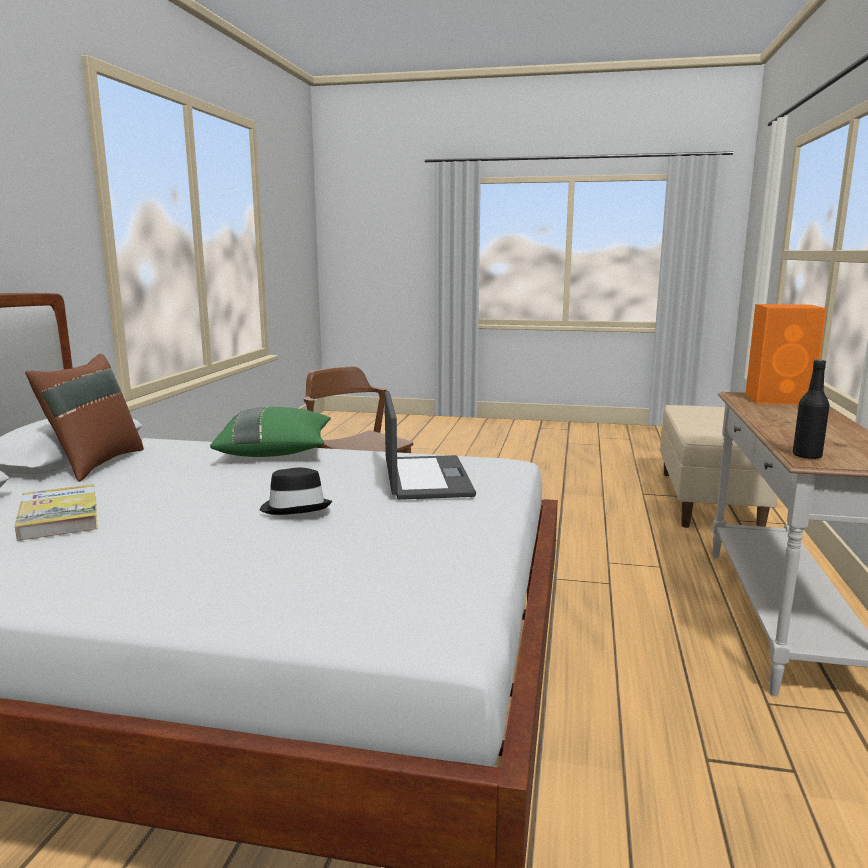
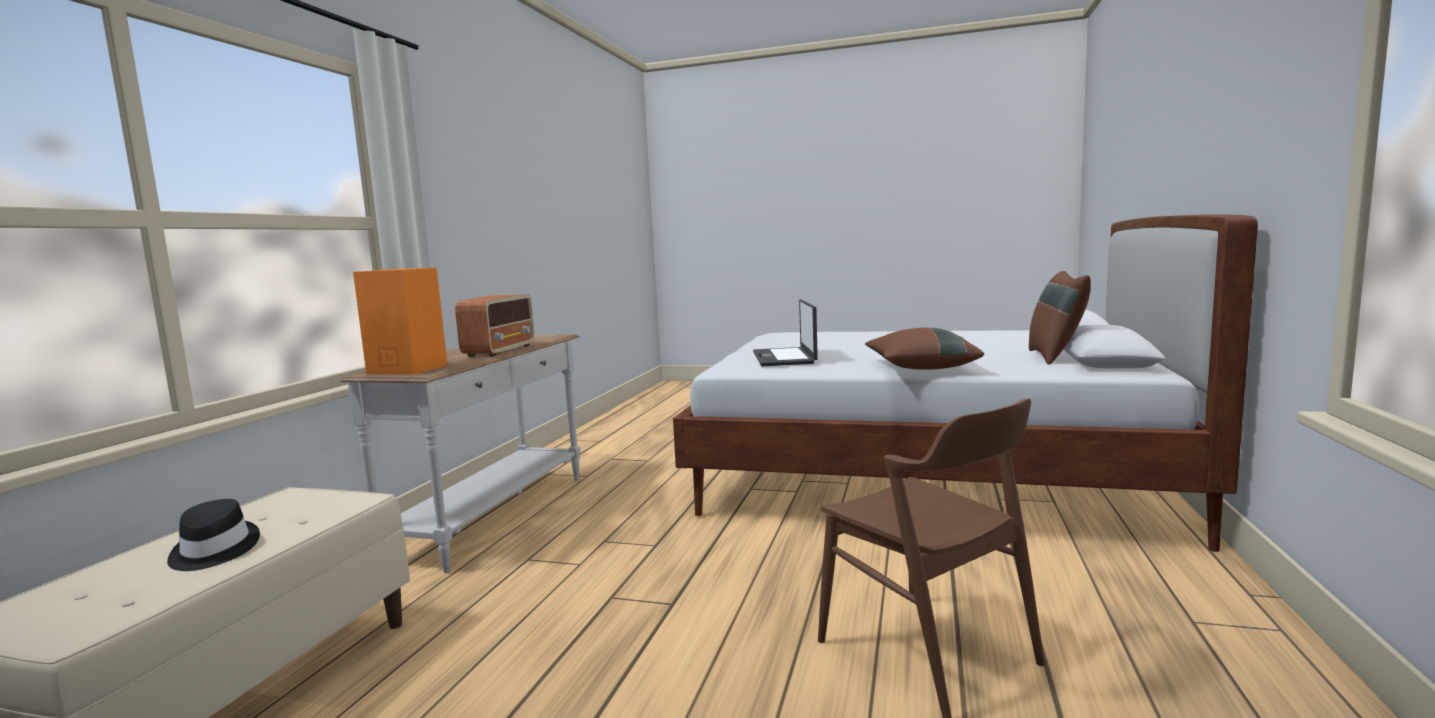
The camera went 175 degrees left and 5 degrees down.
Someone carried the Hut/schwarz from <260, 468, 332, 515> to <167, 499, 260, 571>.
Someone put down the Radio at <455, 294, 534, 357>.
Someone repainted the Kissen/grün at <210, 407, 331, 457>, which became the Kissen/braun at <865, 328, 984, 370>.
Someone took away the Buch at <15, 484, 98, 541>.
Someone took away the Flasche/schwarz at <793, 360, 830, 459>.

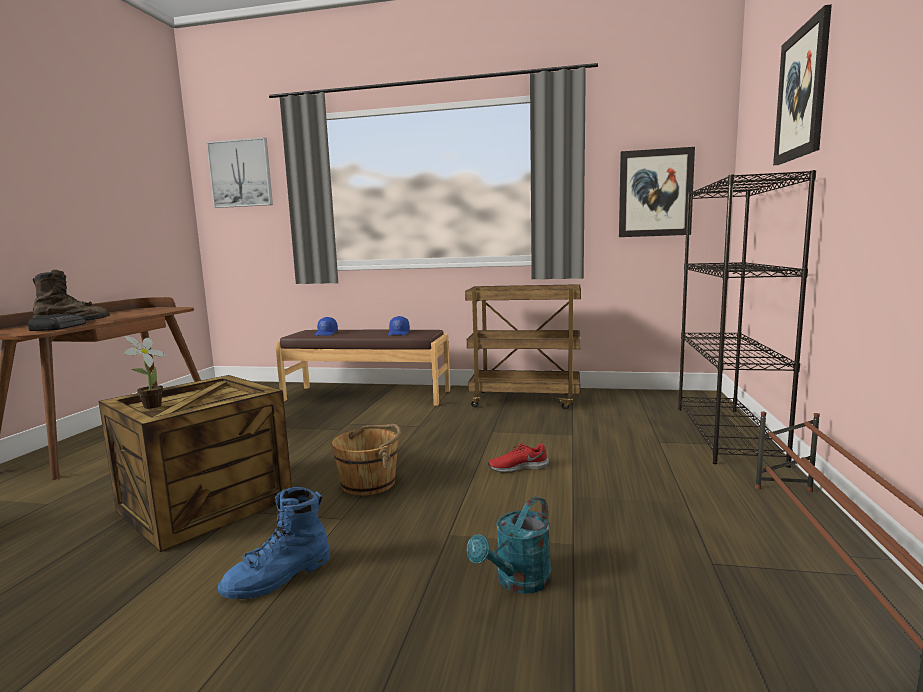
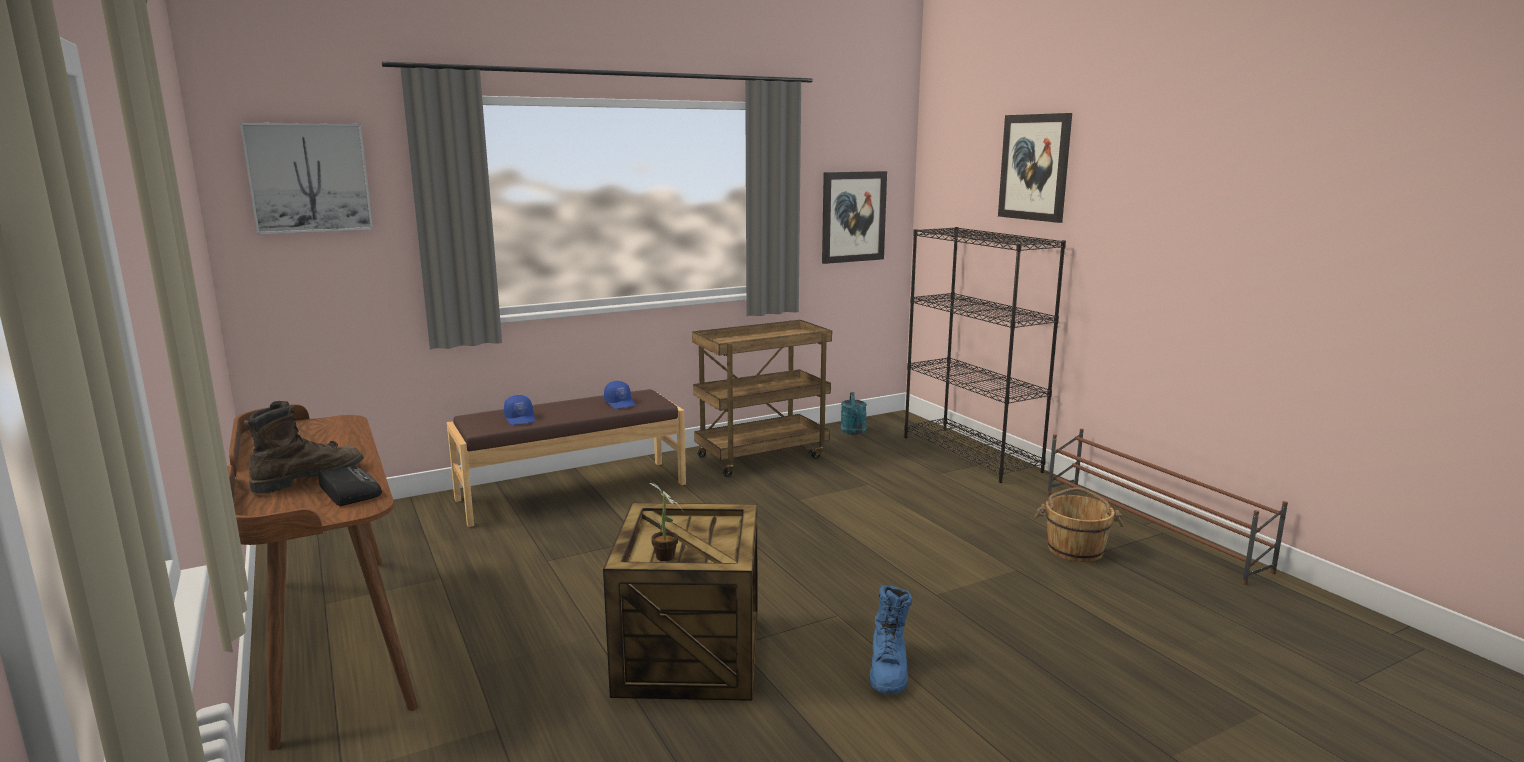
The camera went 40 degrees left and 5 degrees up.
Someone carried the Gießkanne/türkis from <467, 497, 552, 594> to <840, 392, 867, 435>.
Someone carried the Eimer/braun from <332, 424, 401, 496> to <1035, 488, 1124, 562>.
Someone took away the Schuh/rot at <488, 443, 549, 473>.

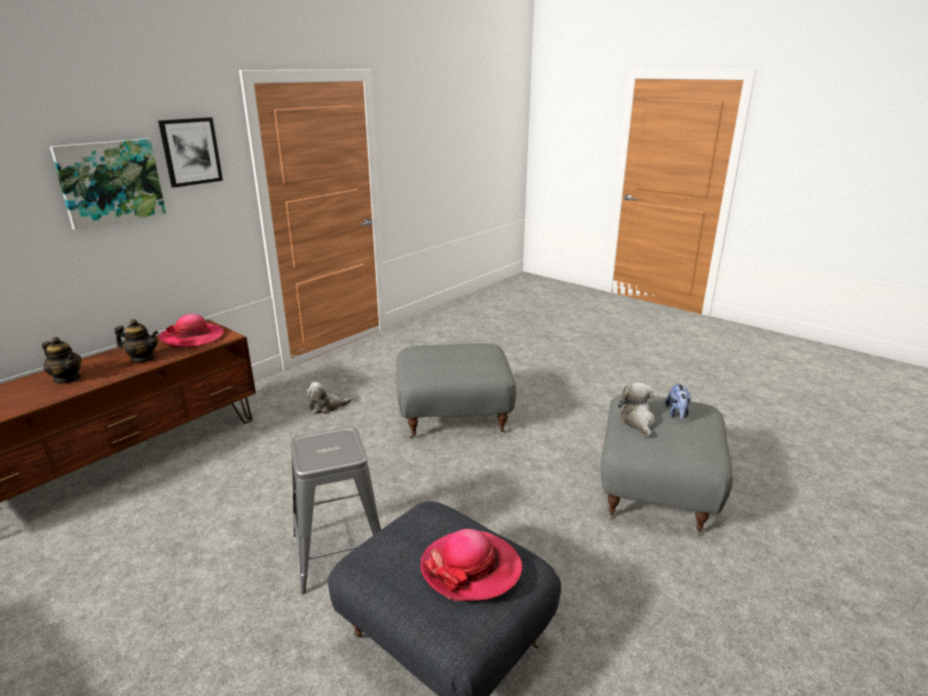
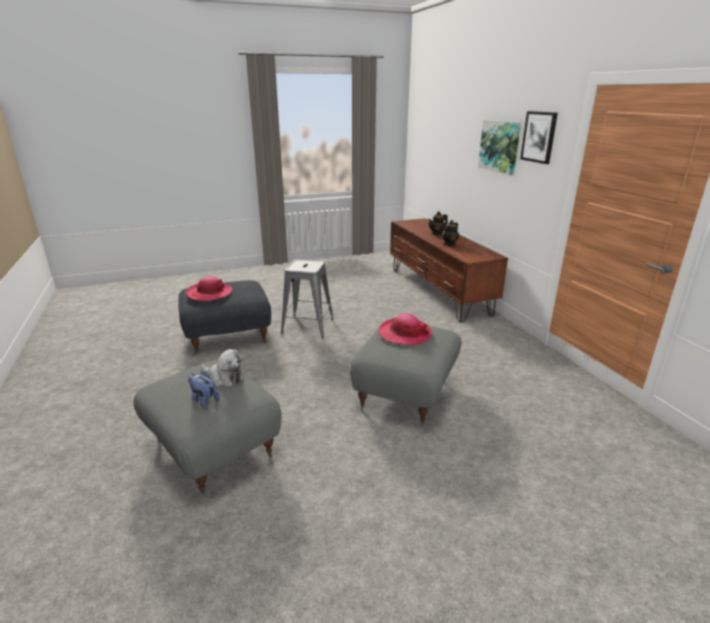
The camera went 120 degrees right and 0 degrees up.
Someone carried the Hut from <159, 314, 224, 348> to <378, 314, 432, 345>.
Someone took away the Plüschtier at <306, 382, 352, 414>.

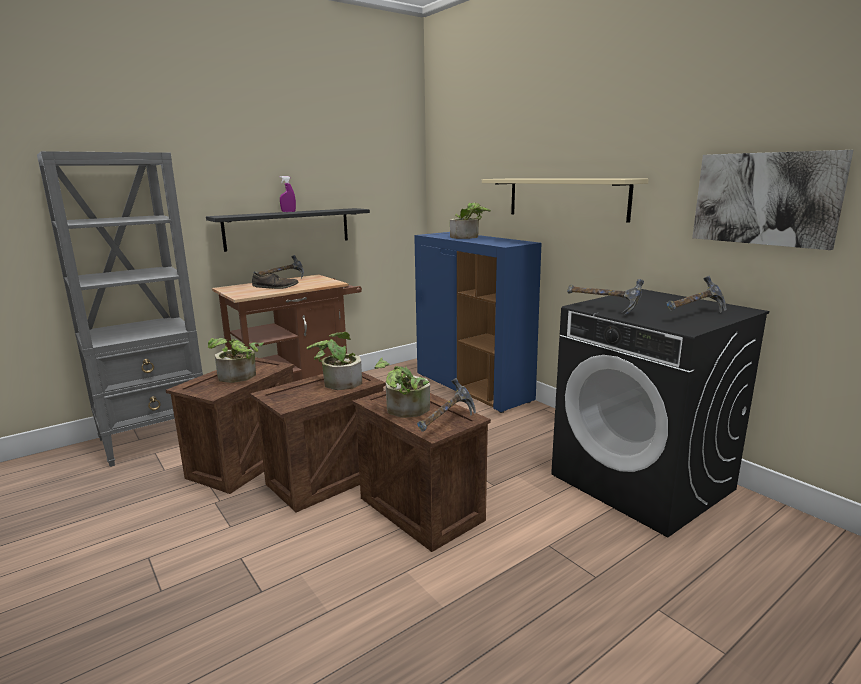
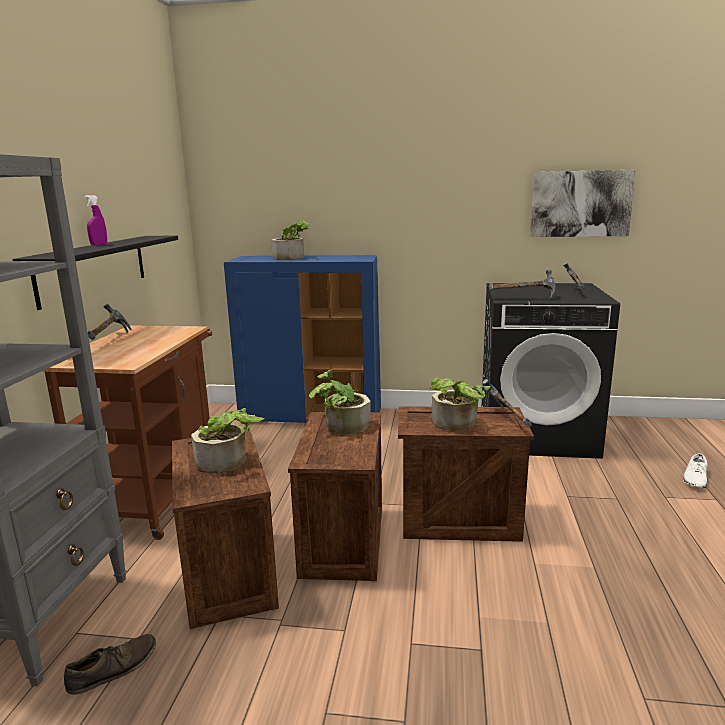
The camera went 45 degrees left and 0 degrees up.
Someone carried the Schuh/braun from <252, 273, 298, 289> to <64, 634, 156, 695>.
Someone put down the Schuh/weiß at <683, 453, 708, 488>.
Someone took away the Wandregal/beige at <482, 179, 648, 223>.

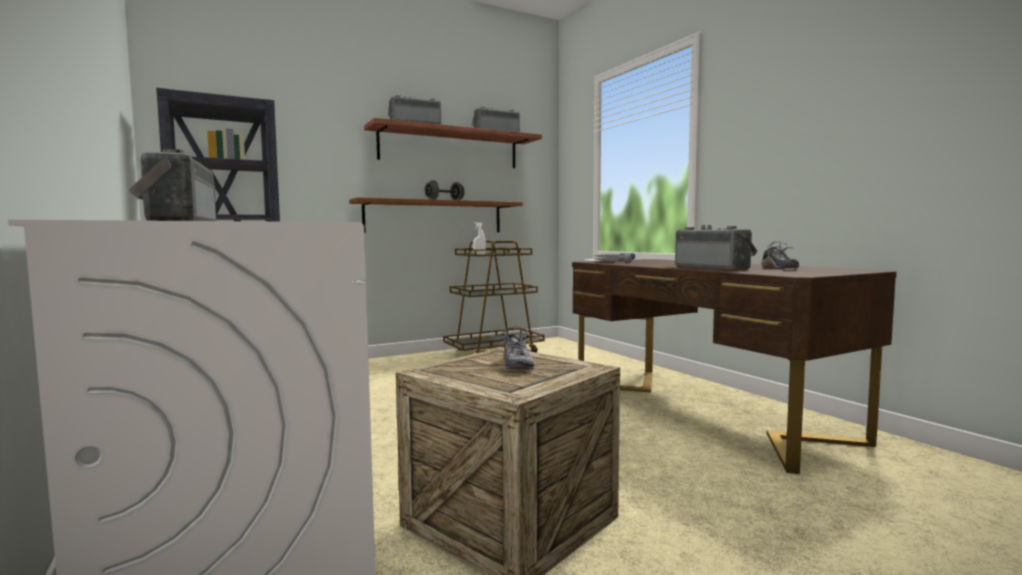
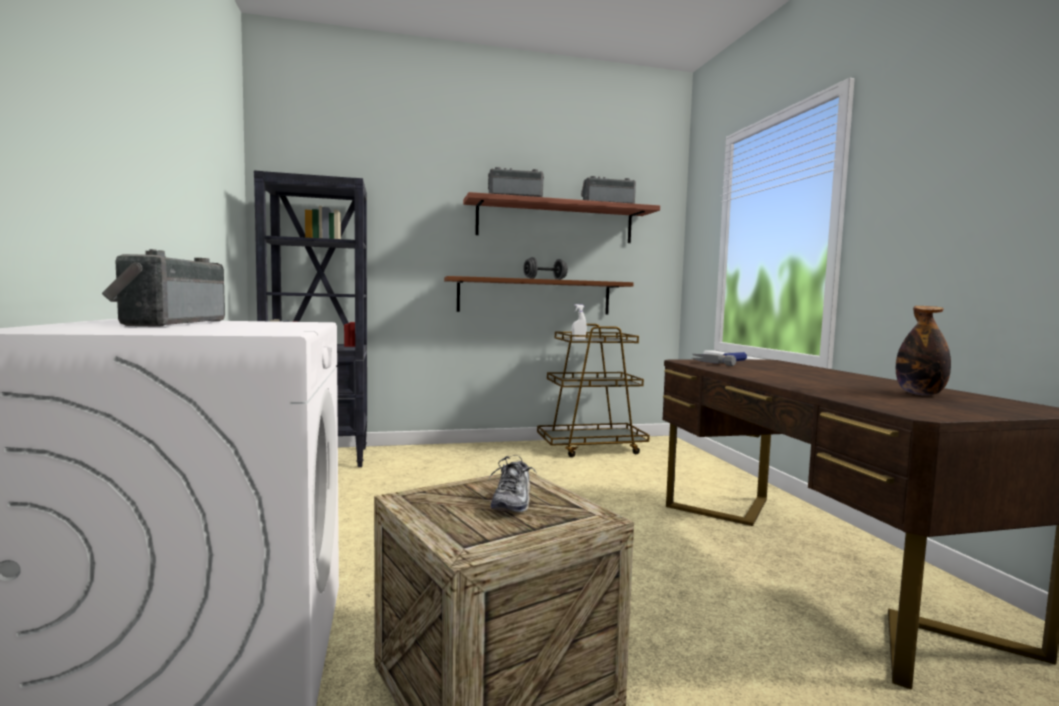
The camera went 15 degrees right and 0 degrees up.
Someone swapped the Schuh at <761, 241, 799, 269> for the Flasche at <896, 306, 951, 395>.
Someone took away the Radio at <675, 225, 758, 270>.

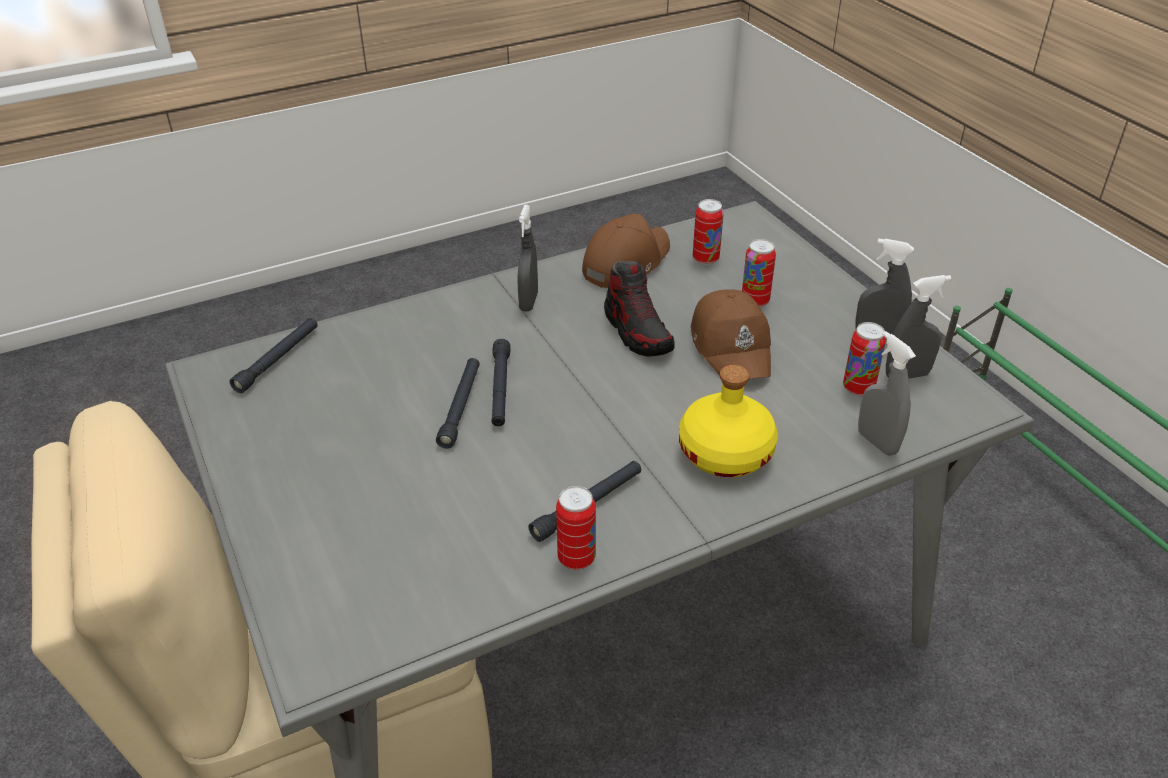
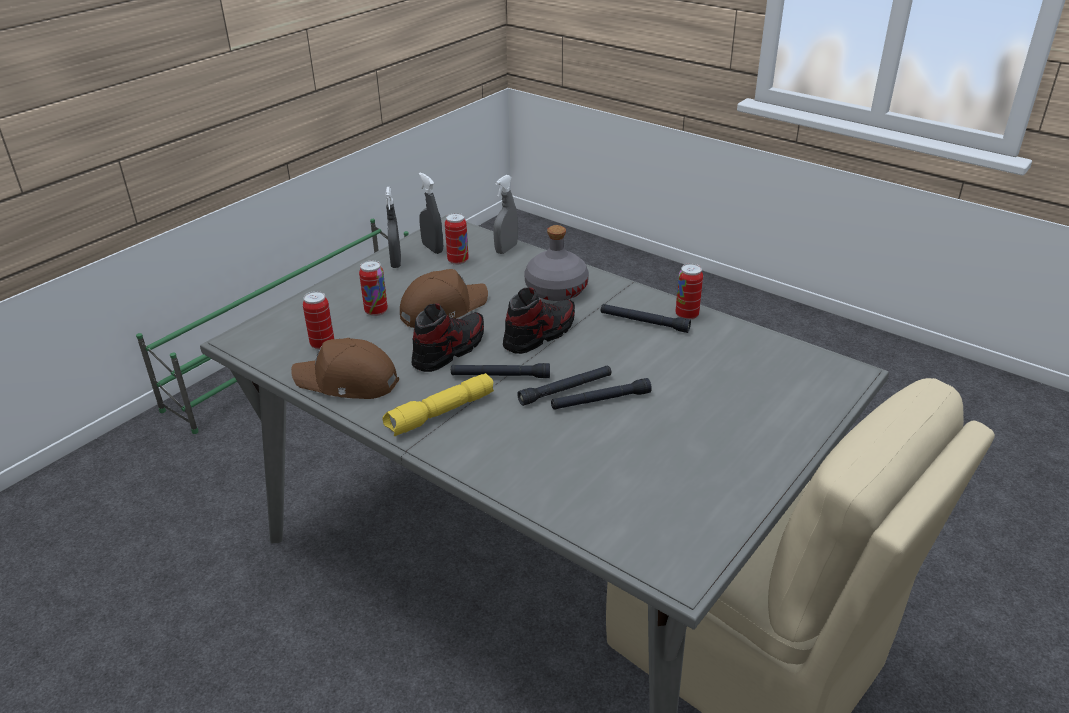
The camera went 115 degrees left and 5 degrees down.
Someone swapped the Sprühflasche/grau at <517, 205, 538, 311> for the Taschenlampe/gelb at <382, 373, 494, 436>.
Someone carried the Taschenlampe/schwarz from <230, 318, 318, 393> to <451, 363, 550, 378>.
Someone put down the Schuh at <503, 287, 575, 354>.
Someone repainted the Flasche/gelb at <679, 365, 778, 477>, which became the Flasche/grau at <524, 225, 589, 301>.

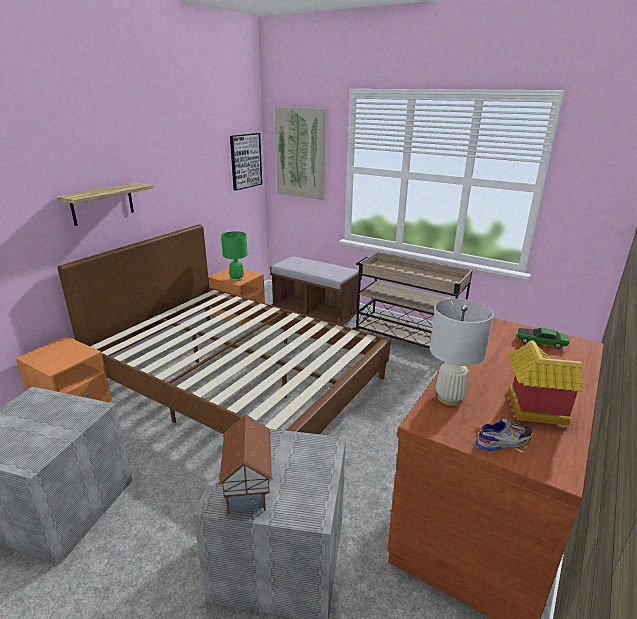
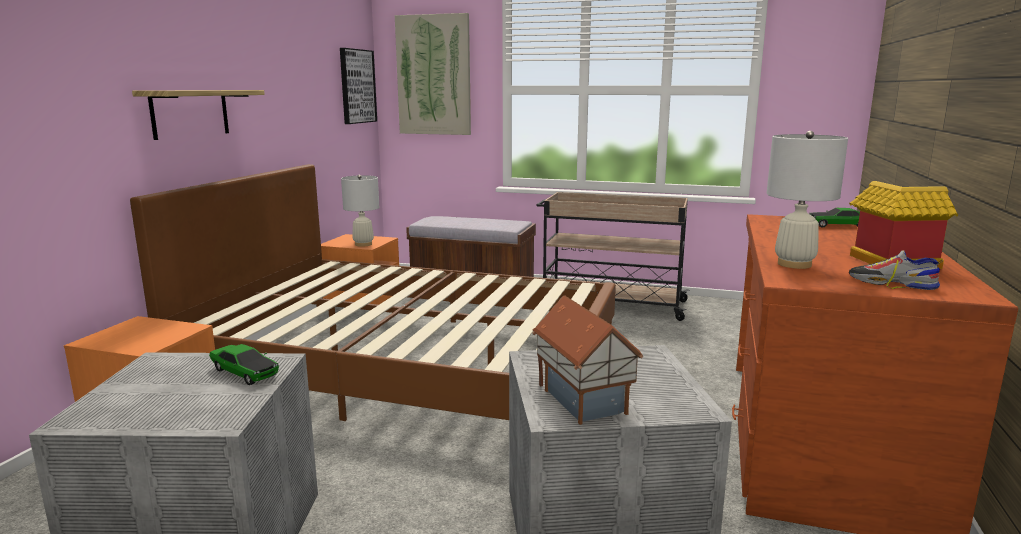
The camera went 15 degrees left and 10 degrees down.
Someone put down the Spielzeugauto at <209, 344, 279, 385>.
Someone repainted the Tischlampe/grün at <221, 231, 248, 281>, which became the Tischlampe/weiß at <341, 175, 379, 247>.
Someone rotated the Schuh at <476, 419, 532, 452> by 120 degrees counterclockwise.

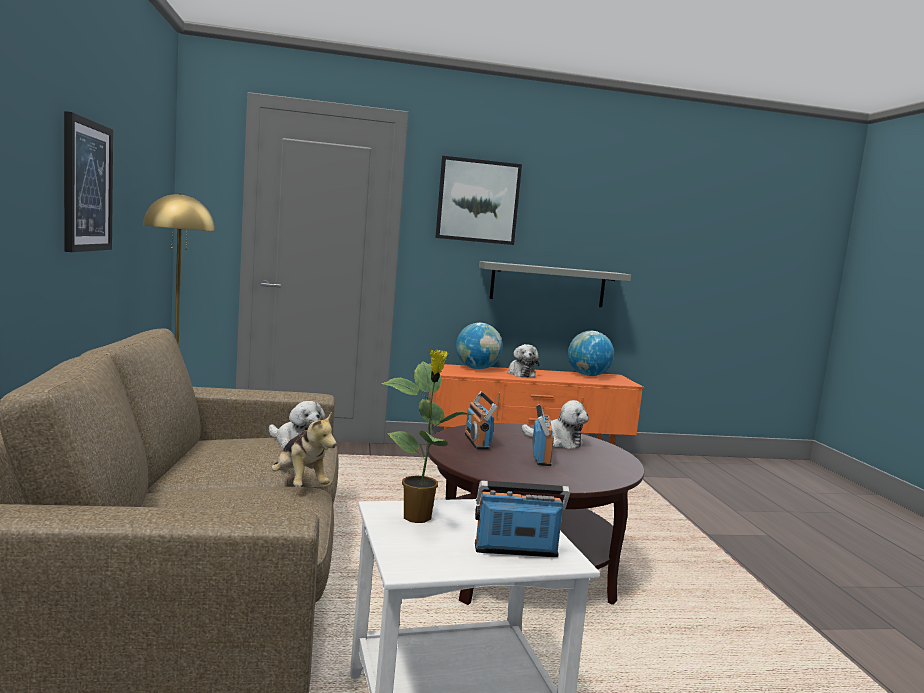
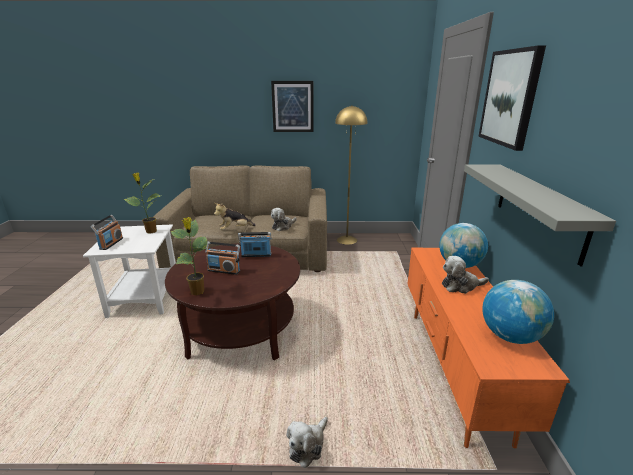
The camera went 100 degrees right and 15 degrees up.
Someone put down the Topfpflanze at <171, 217, 208, 295>.
Someone carried the Plüschtier from <522, 400, 589, 449> to <286, 417, 328, 468>.

